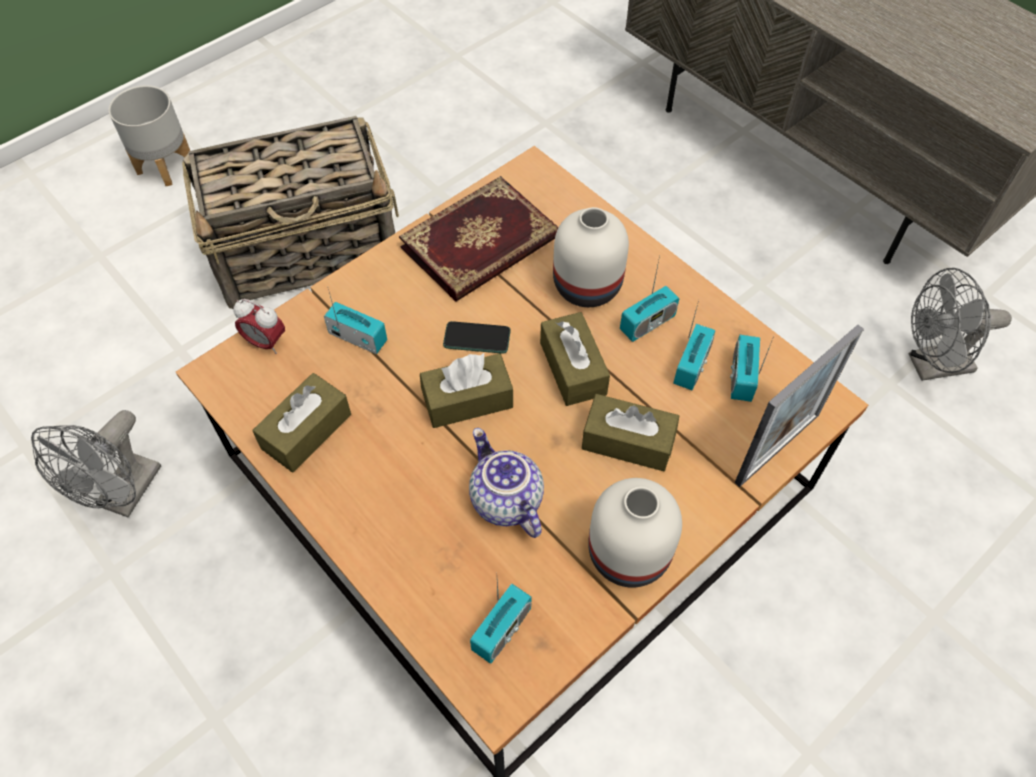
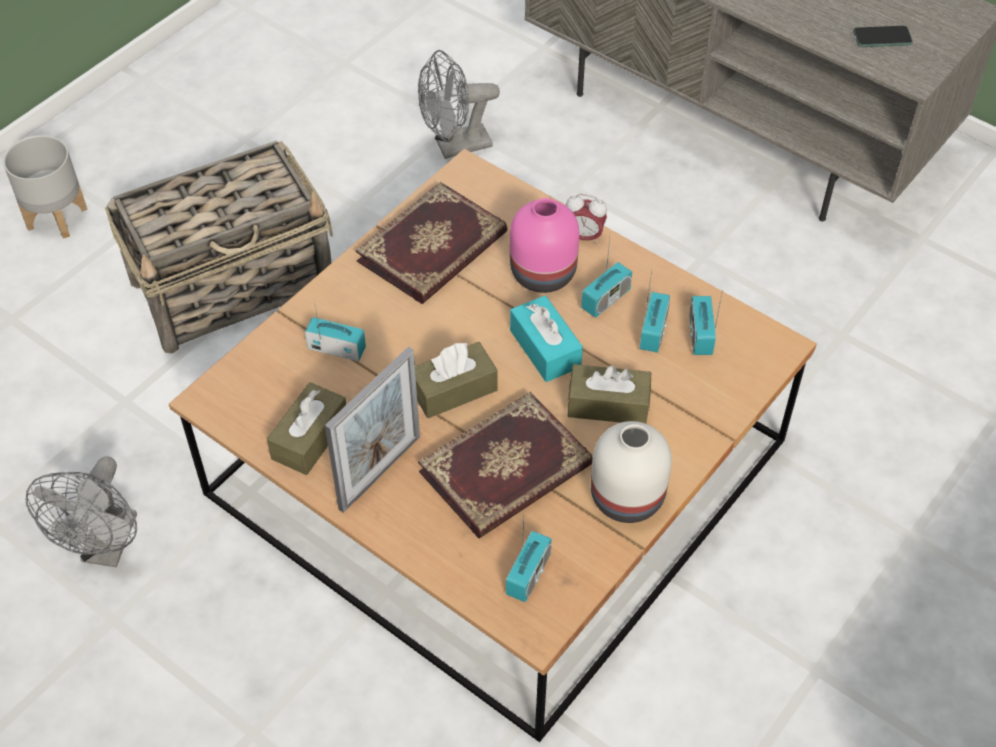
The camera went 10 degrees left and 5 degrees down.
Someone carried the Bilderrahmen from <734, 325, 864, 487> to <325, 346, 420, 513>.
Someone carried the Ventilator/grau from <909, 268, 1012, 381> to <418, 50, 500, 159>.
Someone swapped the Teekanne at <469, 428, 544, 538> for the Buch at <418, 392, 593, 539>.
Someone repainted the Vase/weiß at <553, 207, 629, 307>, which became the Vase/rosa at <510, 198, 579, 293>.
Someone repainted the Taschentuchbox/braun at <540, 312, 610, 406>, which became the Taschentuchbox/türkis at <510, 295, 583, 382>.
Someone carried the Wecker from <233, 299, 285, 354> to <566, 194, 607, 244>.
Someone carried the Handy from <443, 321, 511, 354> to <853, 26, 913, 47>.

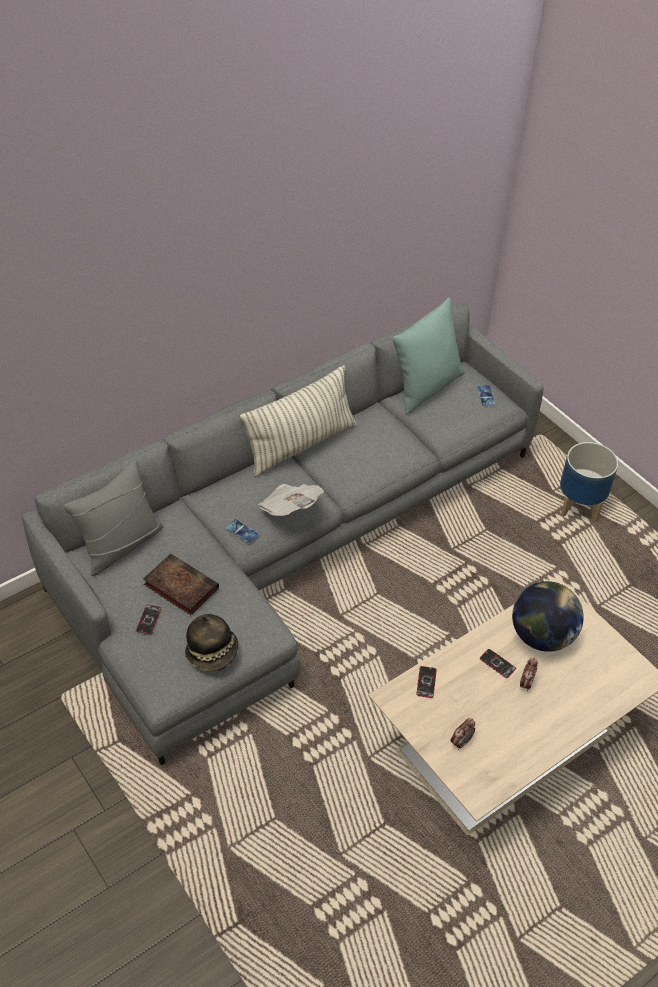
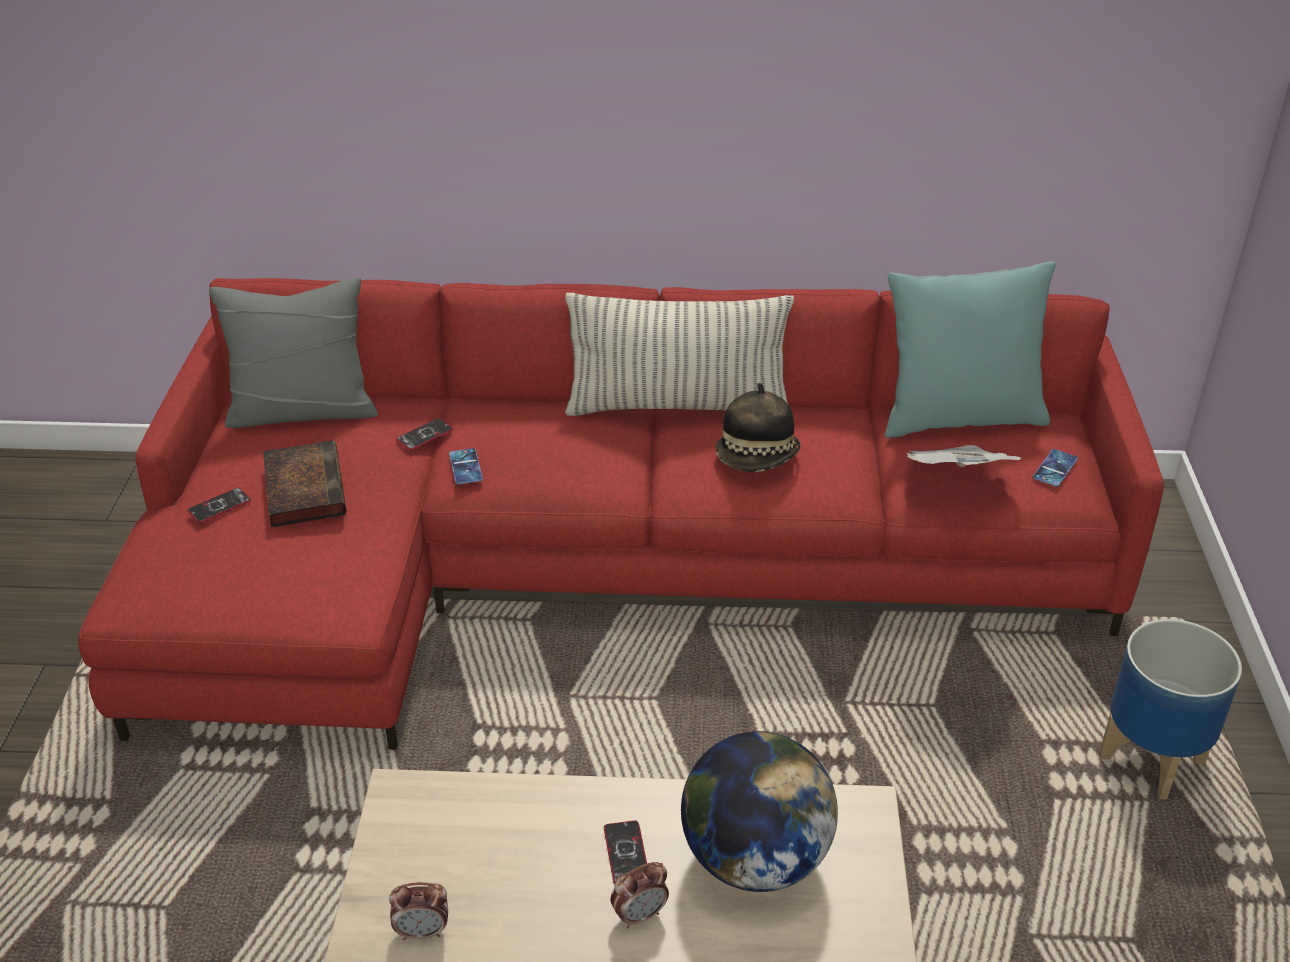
The camera went 40 degrees right and 10 degrees down.
Someone repainted the Sofa/grau at <22, 303, 544, 766>, which became the Sofa/rot at <78, 278, 1164, 750>.
Someone carried the Handy from <416, 666, 437, 698> to <396, 418, 453, 450>.
Someone carried the Hut from <185, 614, 238, 671> to <715, 383, 801, 472>.
Someone carried the Zeitung from <258, 484, 324, 516> to <907, 445, 1022, 467>.

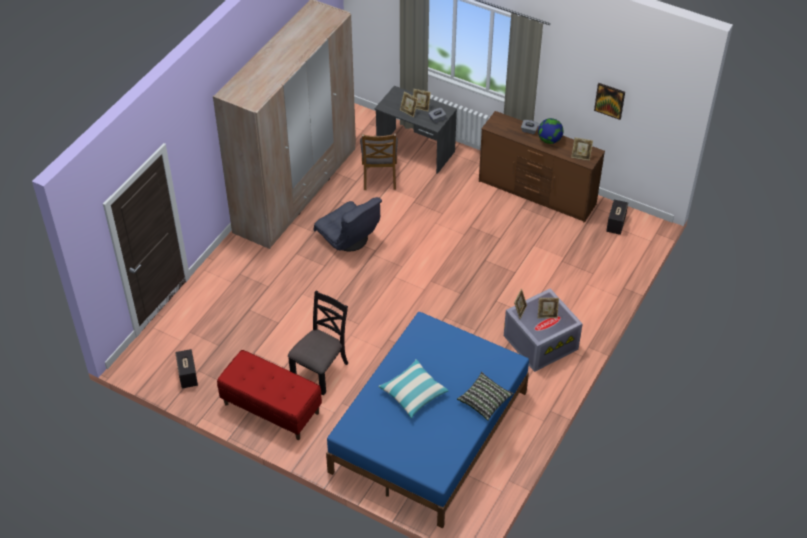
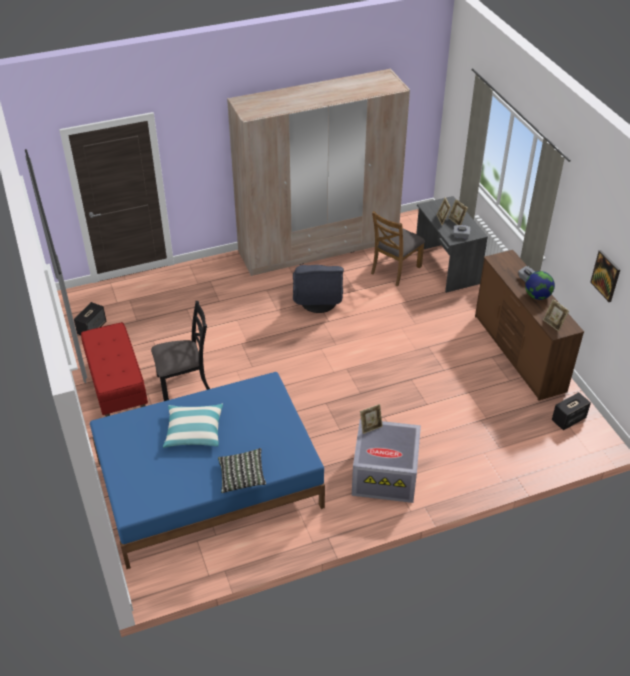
The camera went 40 degrees right and 5 degrees down.
Someone took away the Bilderrahmen at <538, 298, 559, 318>.

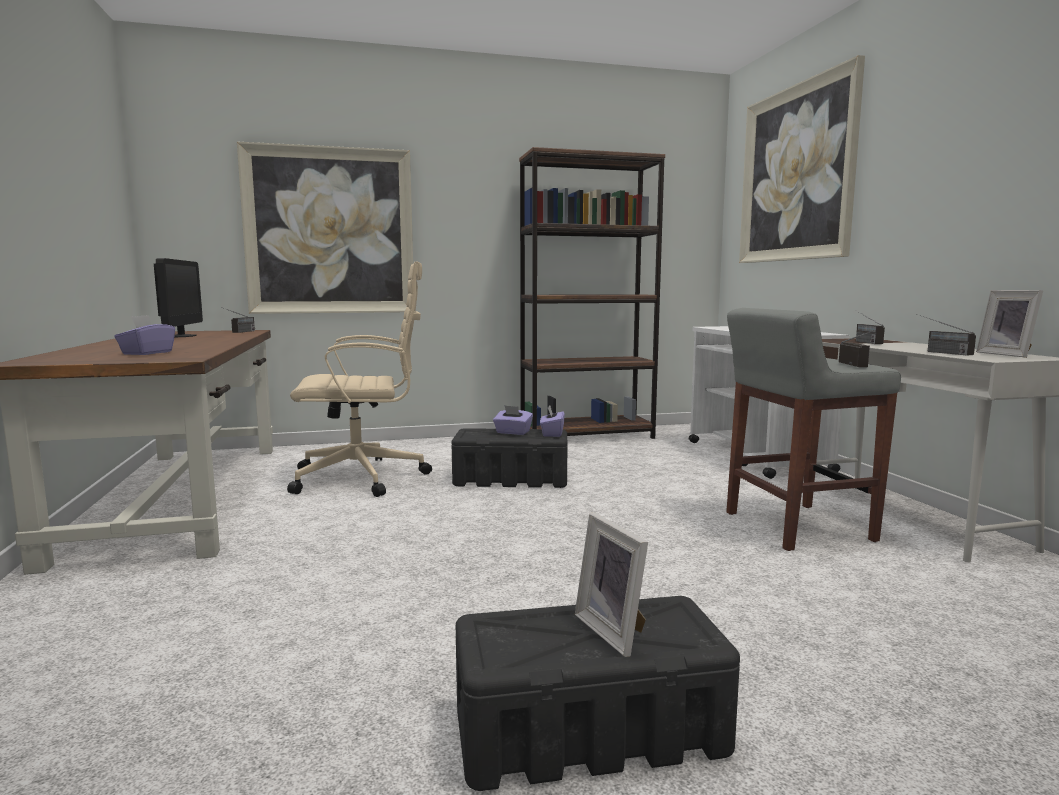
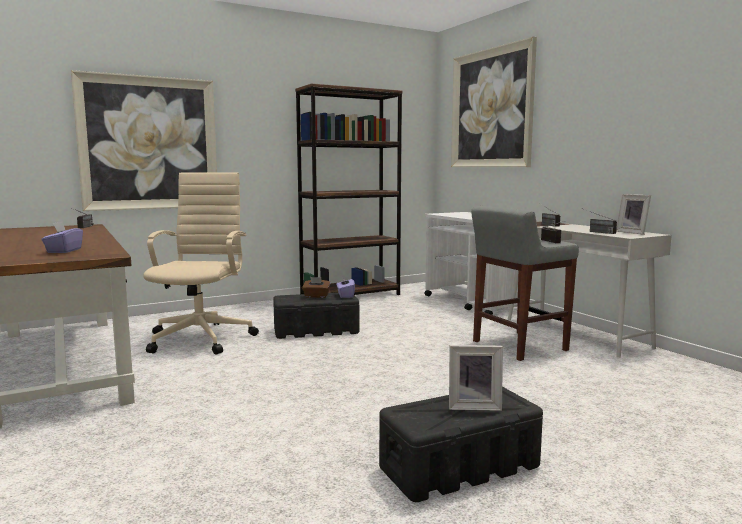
The camera went 15 degrees left and 0 degrees up.
Someone rotated the Bürostuhl/beige at <287, 261, 432, 497> by 60 degrees counterclockwise.
Someone repainted the Taschentuchbox/lila at <493, 405, 533, 435>, which became the Taschentuchbox/braun at <302, 277, 331, 298>.
Someone rotated the Bilderrahmen at <575, 513, 648, 657> by 45 degrees counterclockwise.
Someone took away the Monitor at <154, 258, 203, 337>.

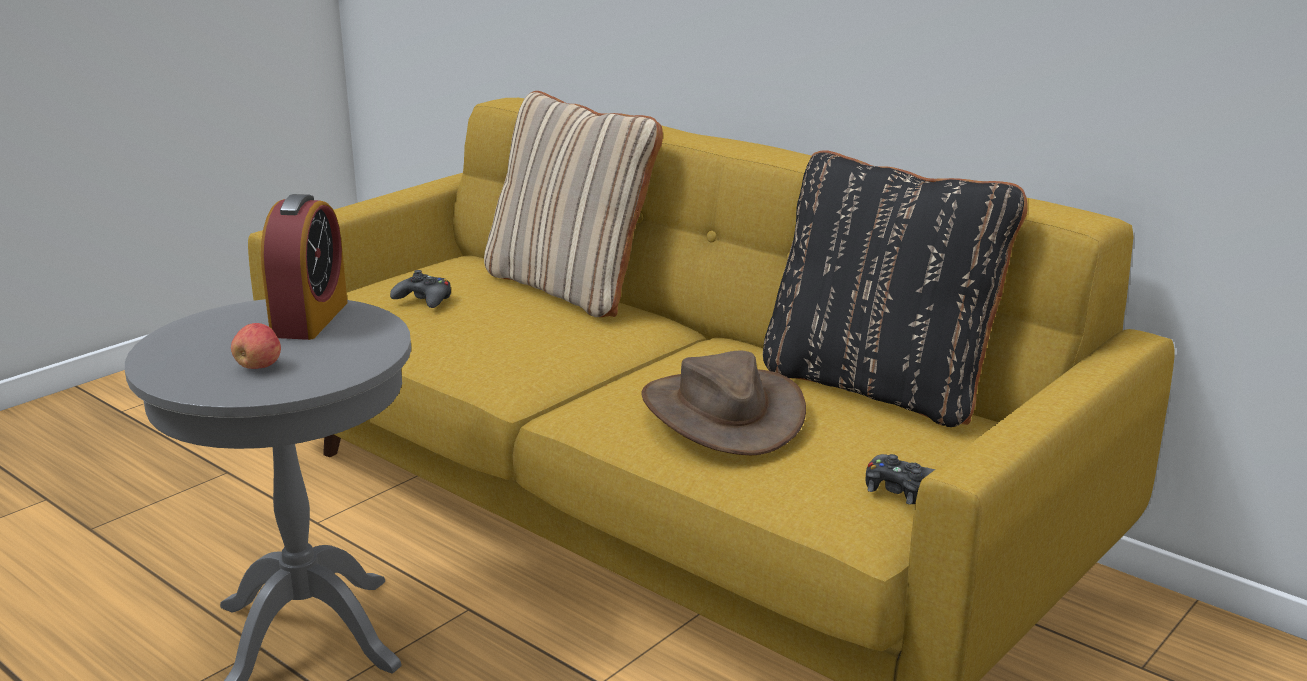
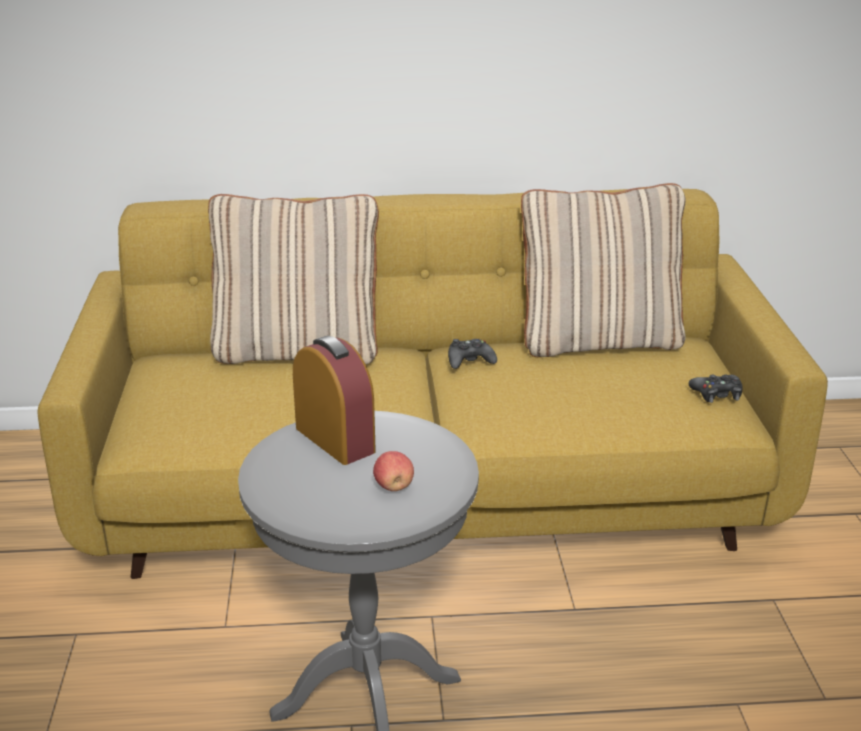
The camera went 45 degrees left and 5 degrees up.
Someone carried the Gamepad/schwarz from <390, 270, 451, 308> to <448, 338, 497, 369>.
Someone repainted the Kissen/schwarz at <763, 150, 1028, 427>, which became the Kissen/beige at <521, 183, 686, 357>.
Someone took away the Hut/braun at <641, 351, 806, 455>.

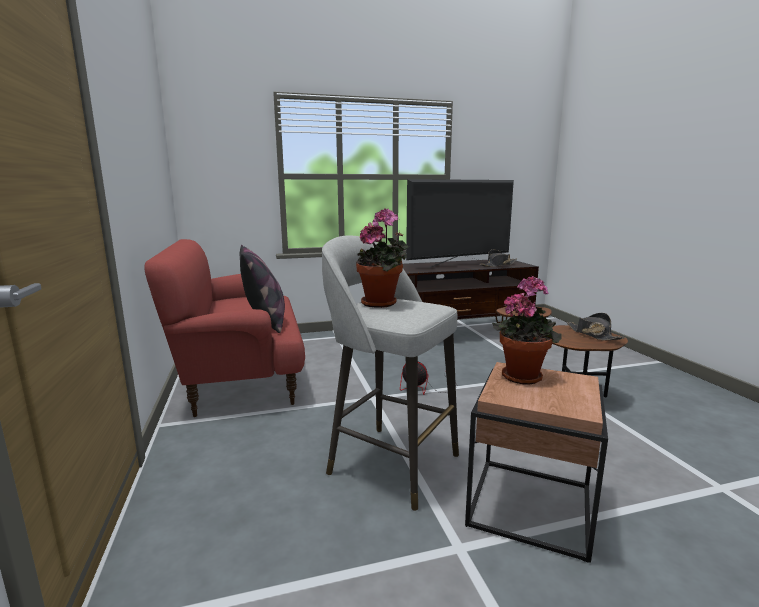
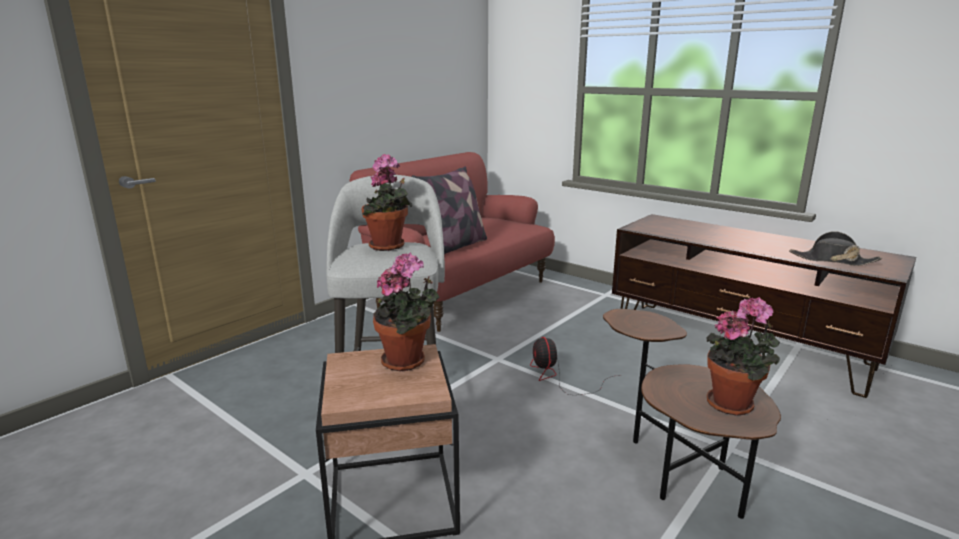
The camera went 55 degrees right and 5 degrees up.
Someone swapped the Hut/schwarz at <567, 313, 625, 341> for the Topfpflanze at <707, 297, 780, 416>.
Someone took away the Fernseher at <406, 179, 514, 268>.

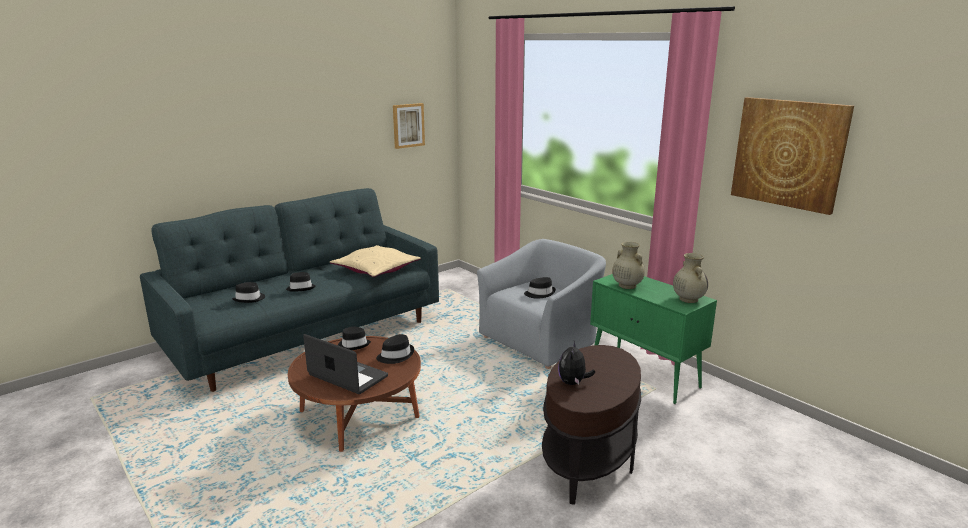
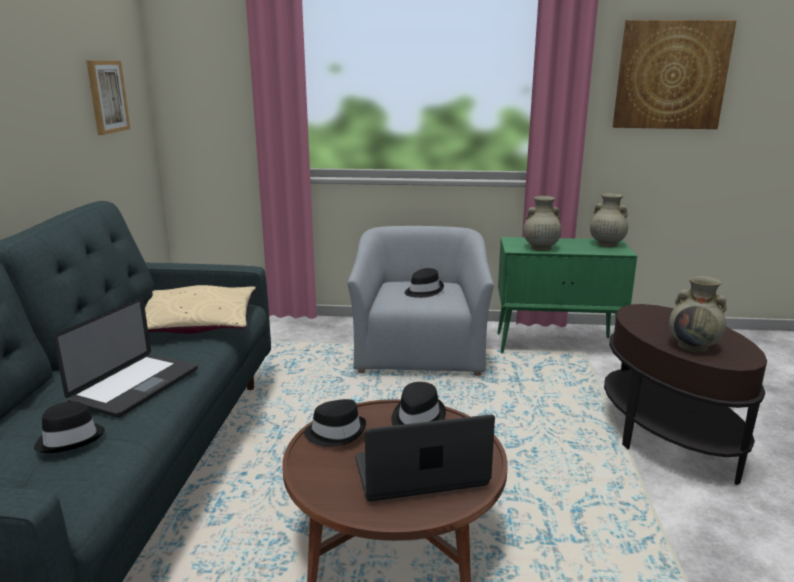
The camera went 45 degrees left and 0 degrees up.
Someone swapped the Hut/schwarz at <286, 272, 315, 292> for the Laptop at <53, 298, 198, 418>.
Someone swapped the Plüschtier at <558, 341, 595, 385> for the Vase/beige at <669, 276, 727, 353>.

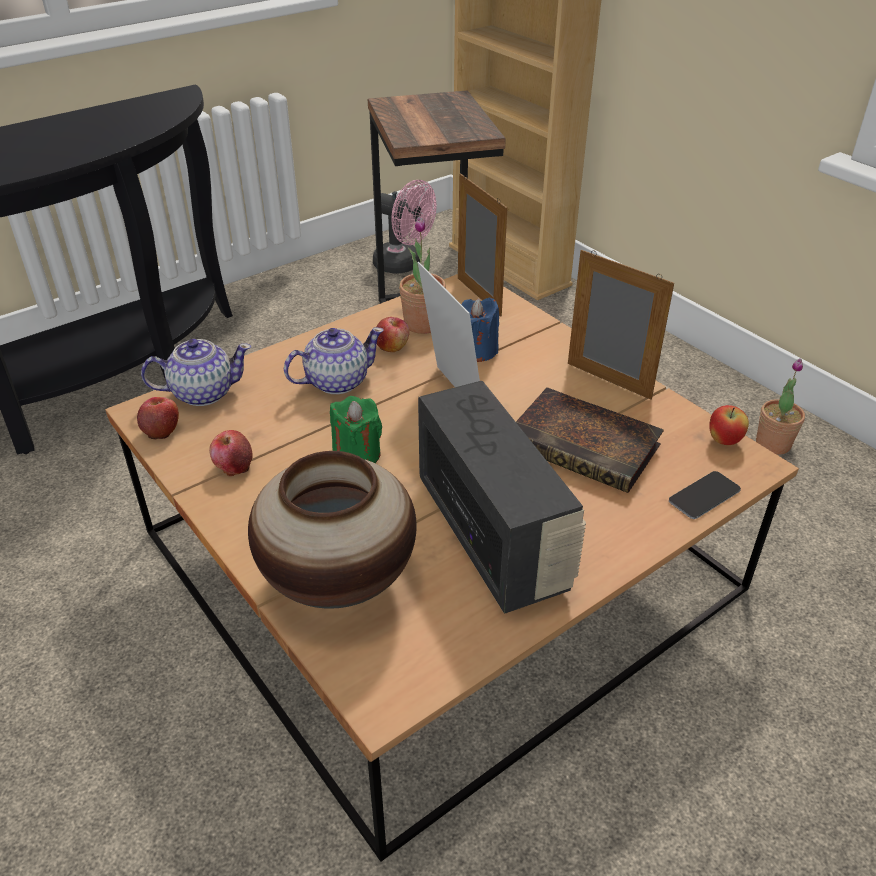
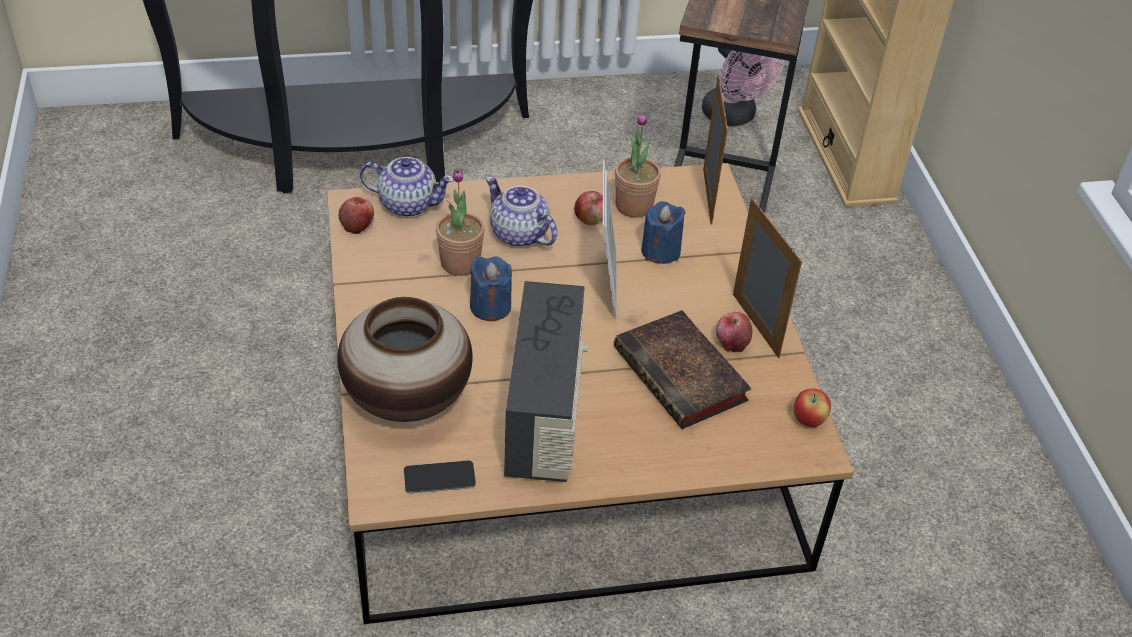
The camera went 25 degrees right and 5 degrees up.
Someone carried the Handy from <669, 471, 741, 519> to <404, 460, 476, 494>.
Someone carried the Topfpflanze from <756, 358, 805, 455> to <436, 168, 485, 276>.
Someone repainted the Kerze/grün at <330, 396, 382, 463>, which became the Kerze/blau at <470, 256, 512, 321>.
Someone rotated the Teekanne at <284, 327, 384, 394> by 135 degrees counterclockwise.
Someone carried the Apfel from <209, 430, 253, 476> to <716, 312, 752, 353>.

